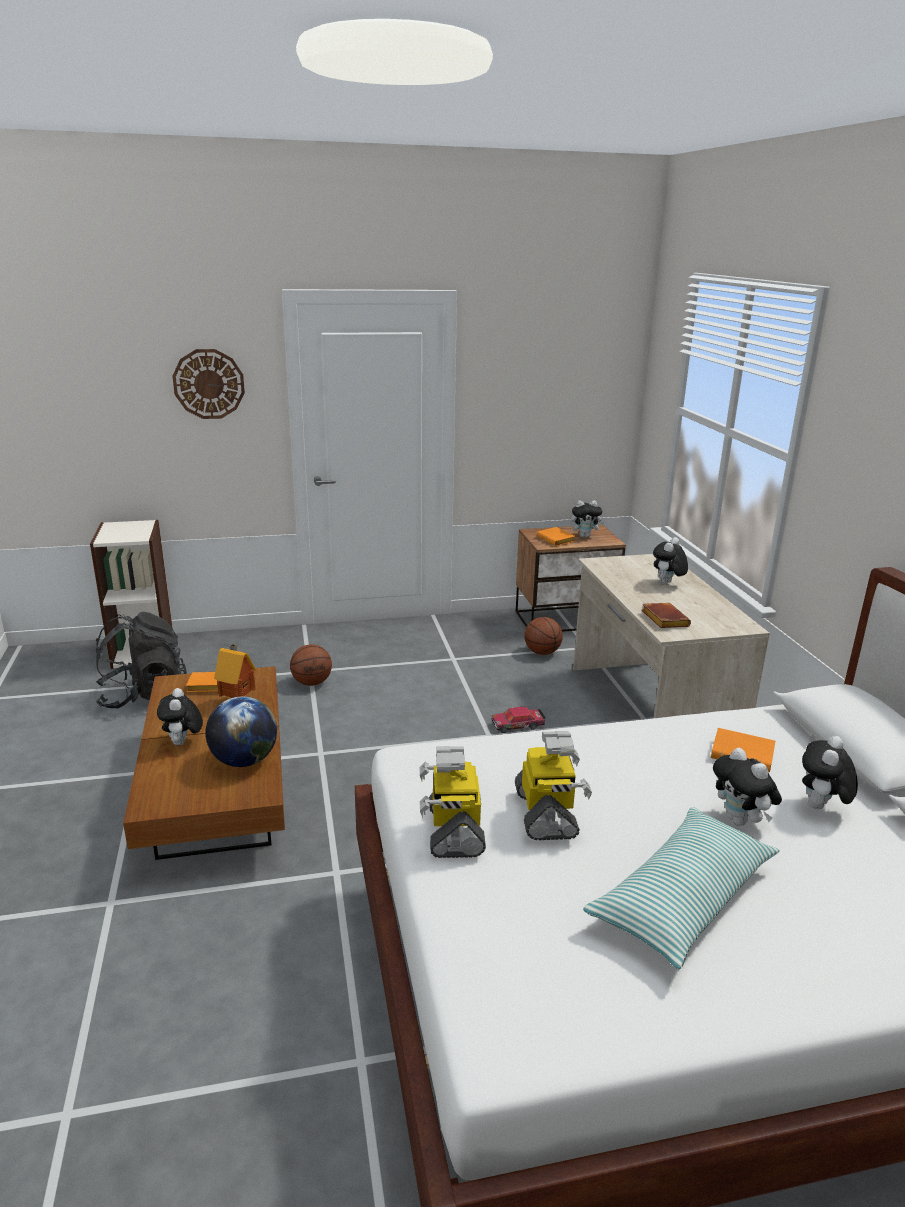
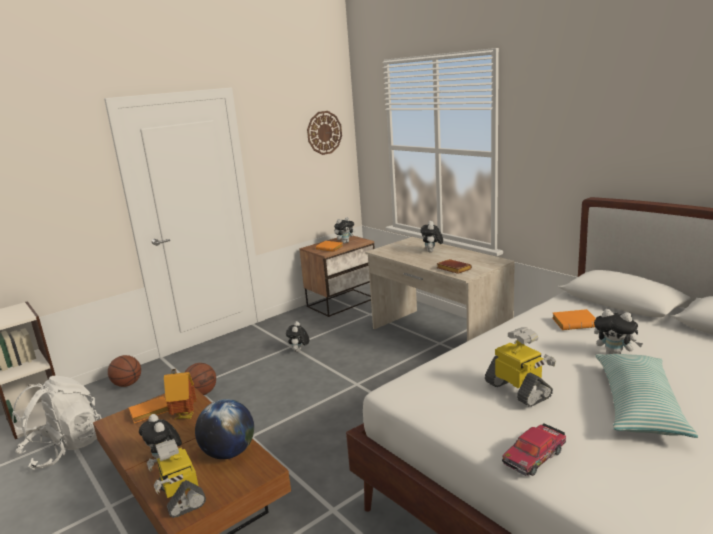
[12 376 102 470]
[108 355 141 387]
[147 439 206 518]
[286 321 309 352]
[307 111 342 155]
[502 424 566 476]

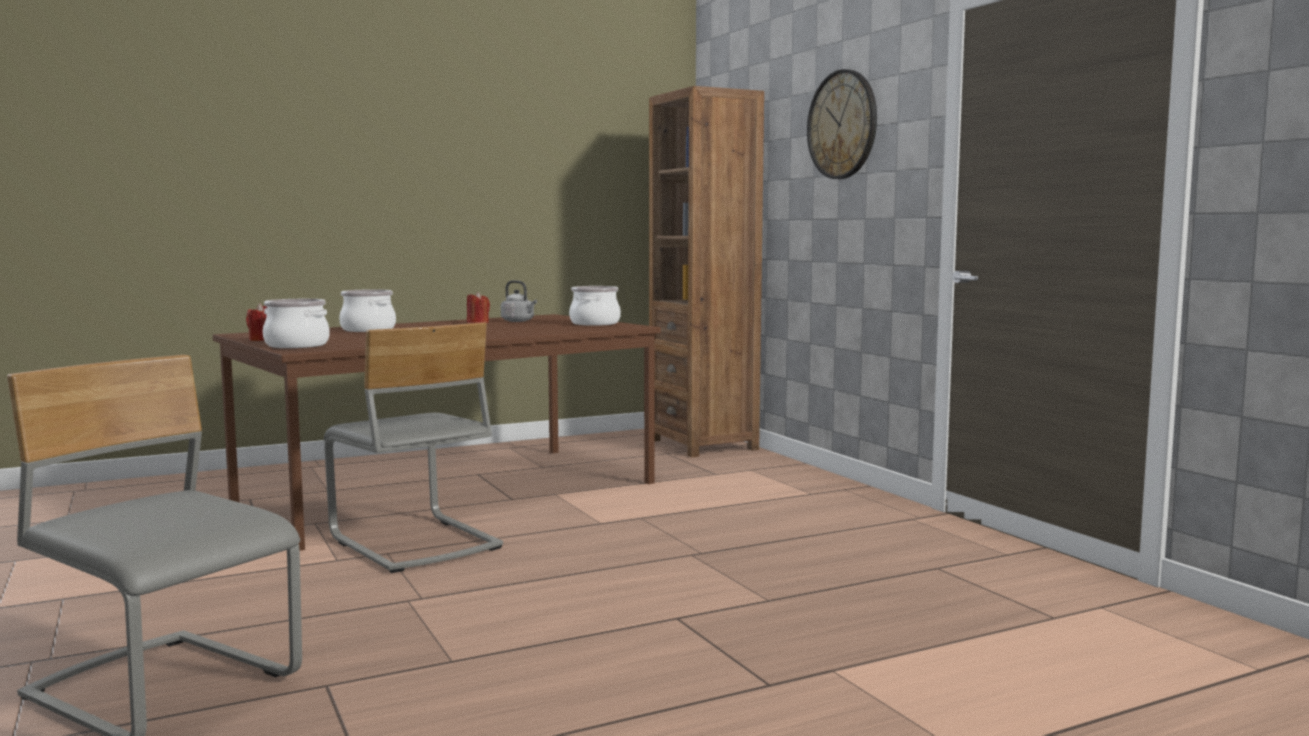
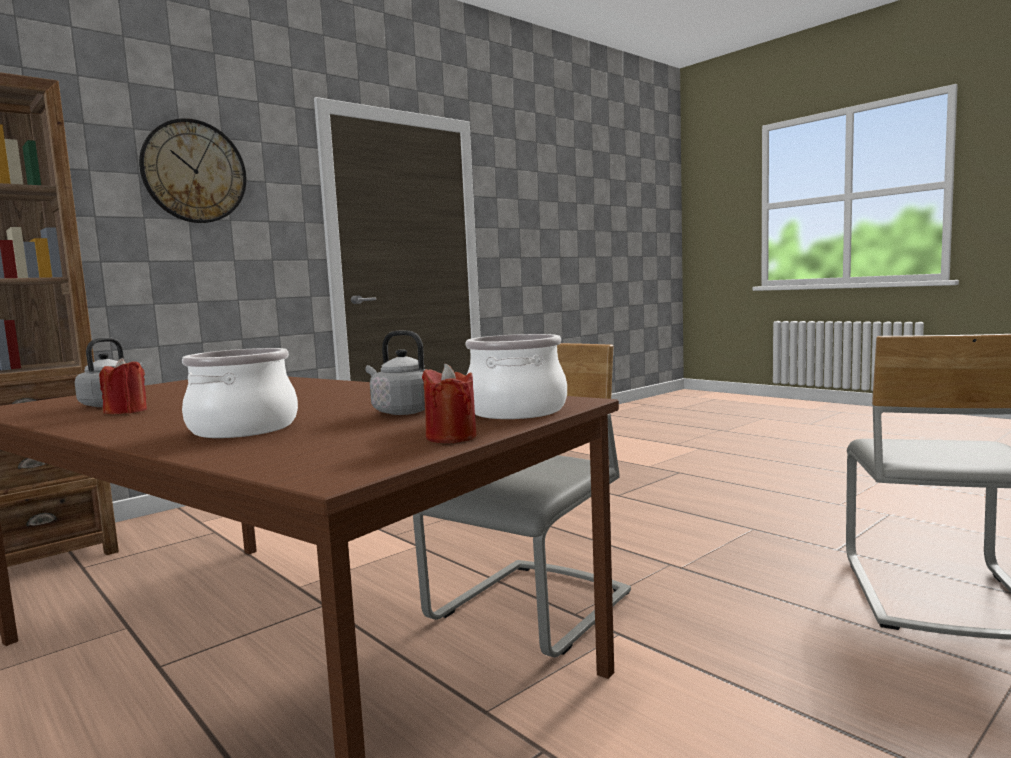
[366 330 425 415]
[569 286 621 326] (first image)

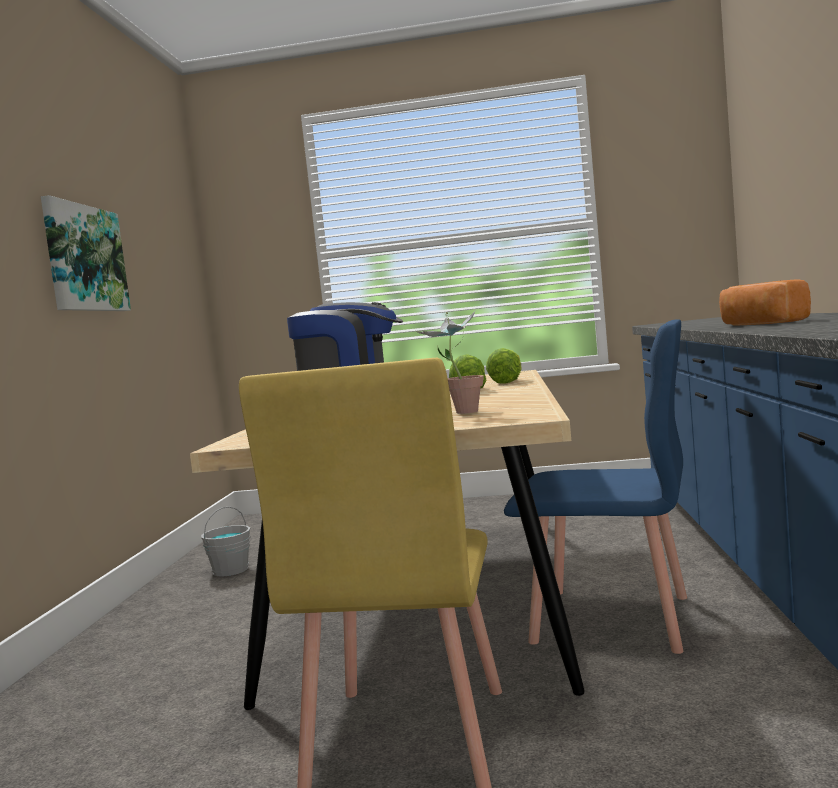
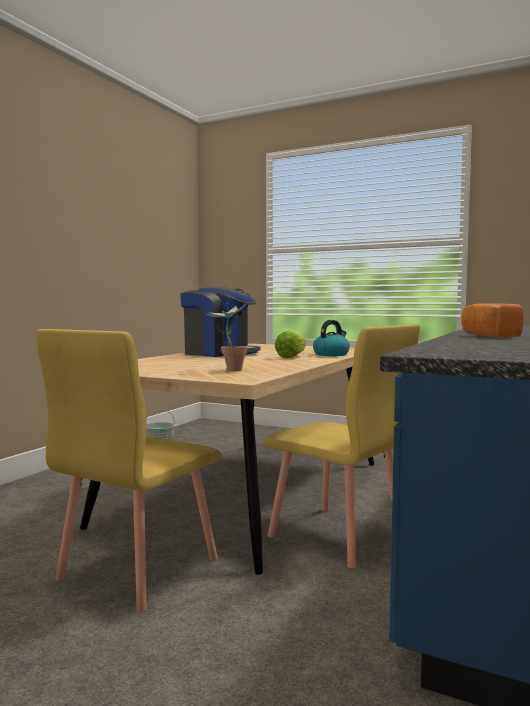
[262 325 420 568]
[313 320 350 356]
[41 195 131 311] (first image)

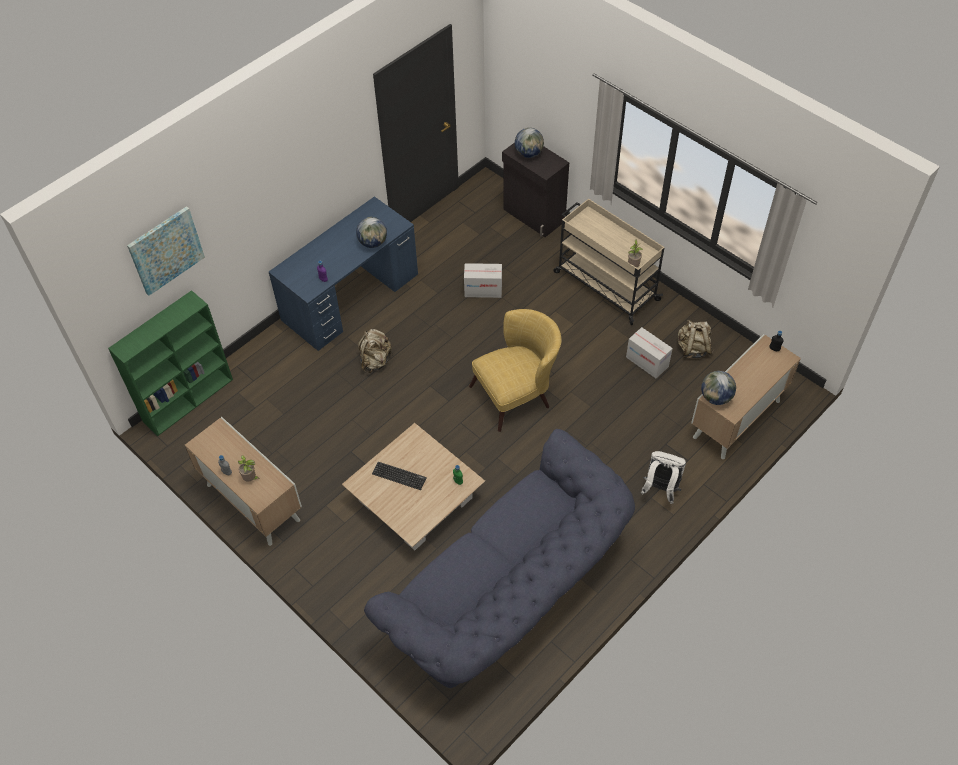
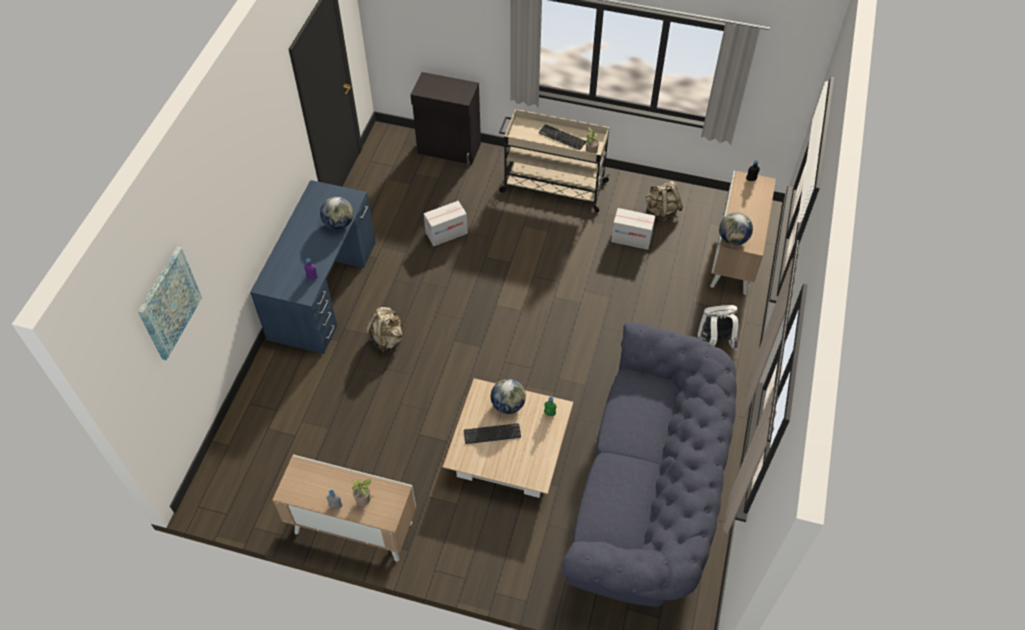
[491 379 526 414]
[538 124 586 150]
[108 290 233 436] (first image)
[469 309 562 432] (first image)

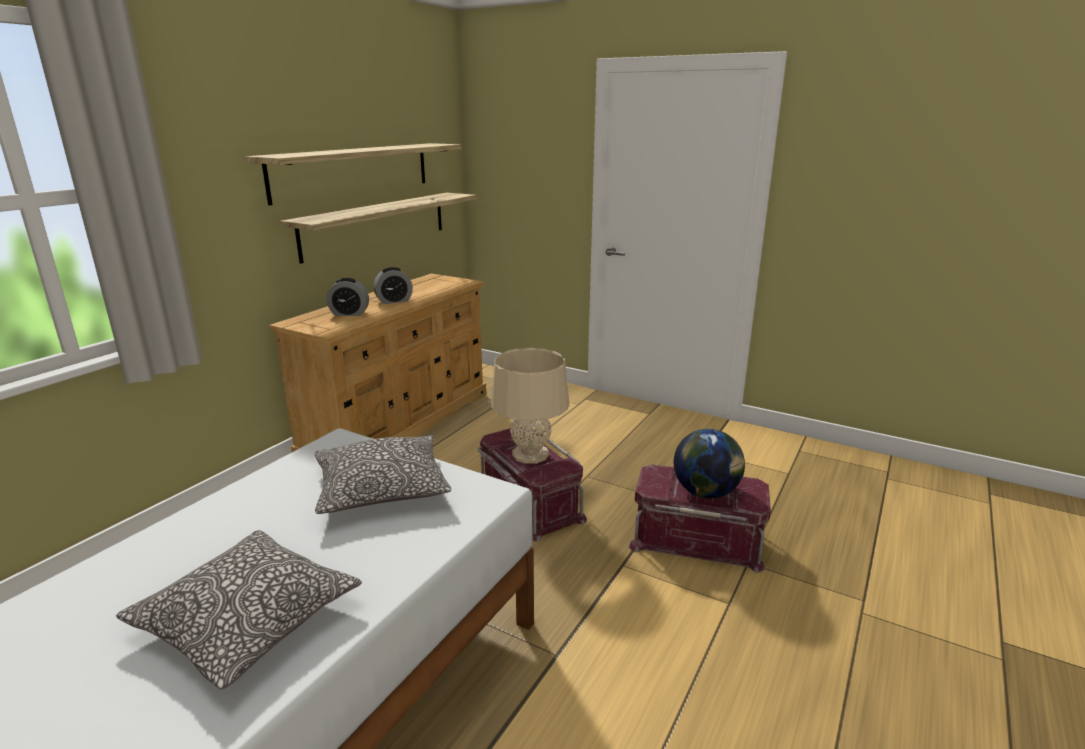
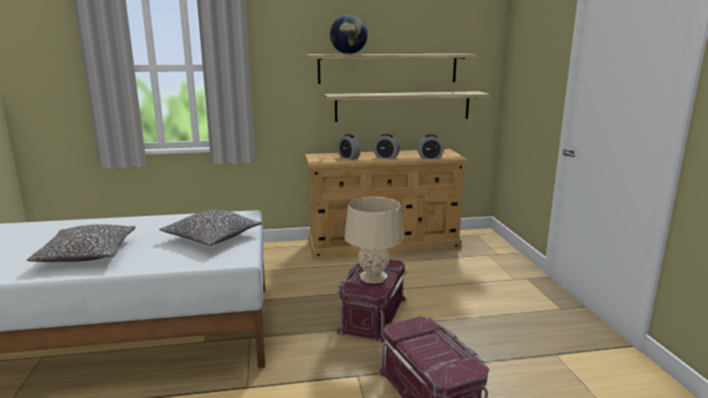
[330 15 368 54]
[417 134 444 159]

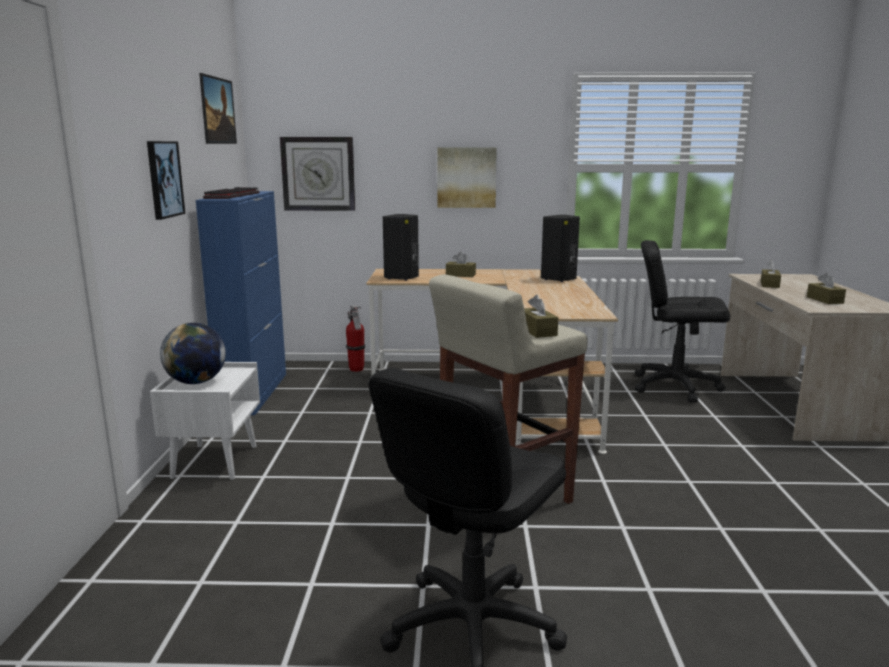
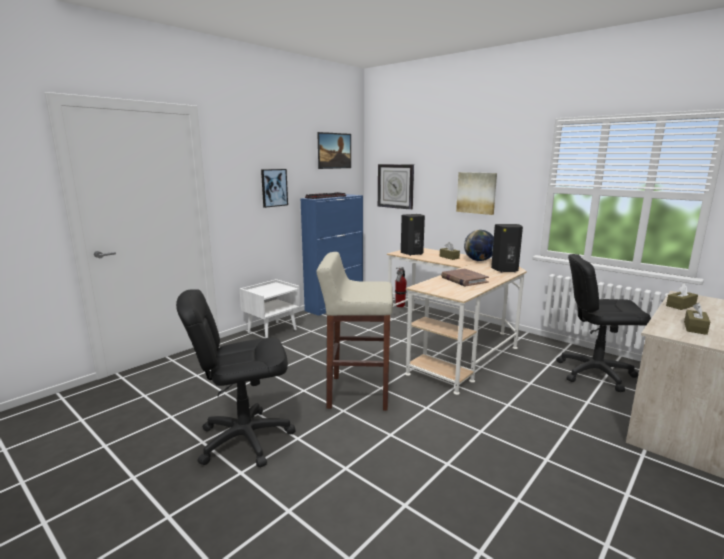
[441 269 489 287]
[464 230 494 261]
[556 254 651 392]
[524 295 558 338] (first image)

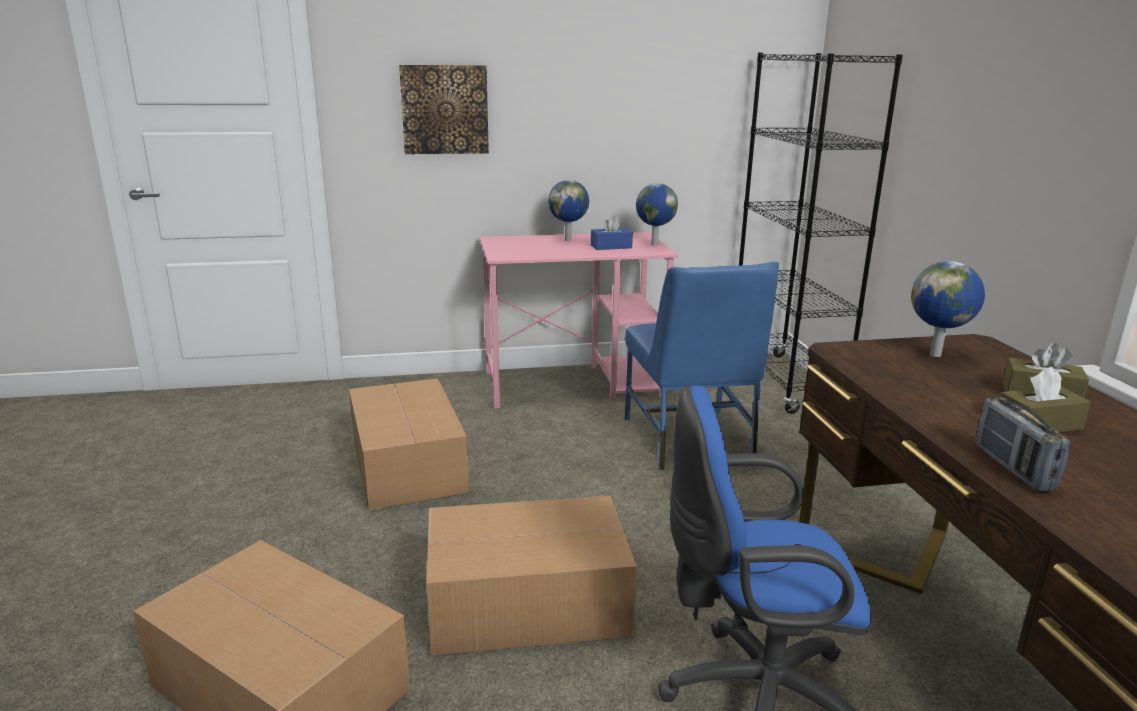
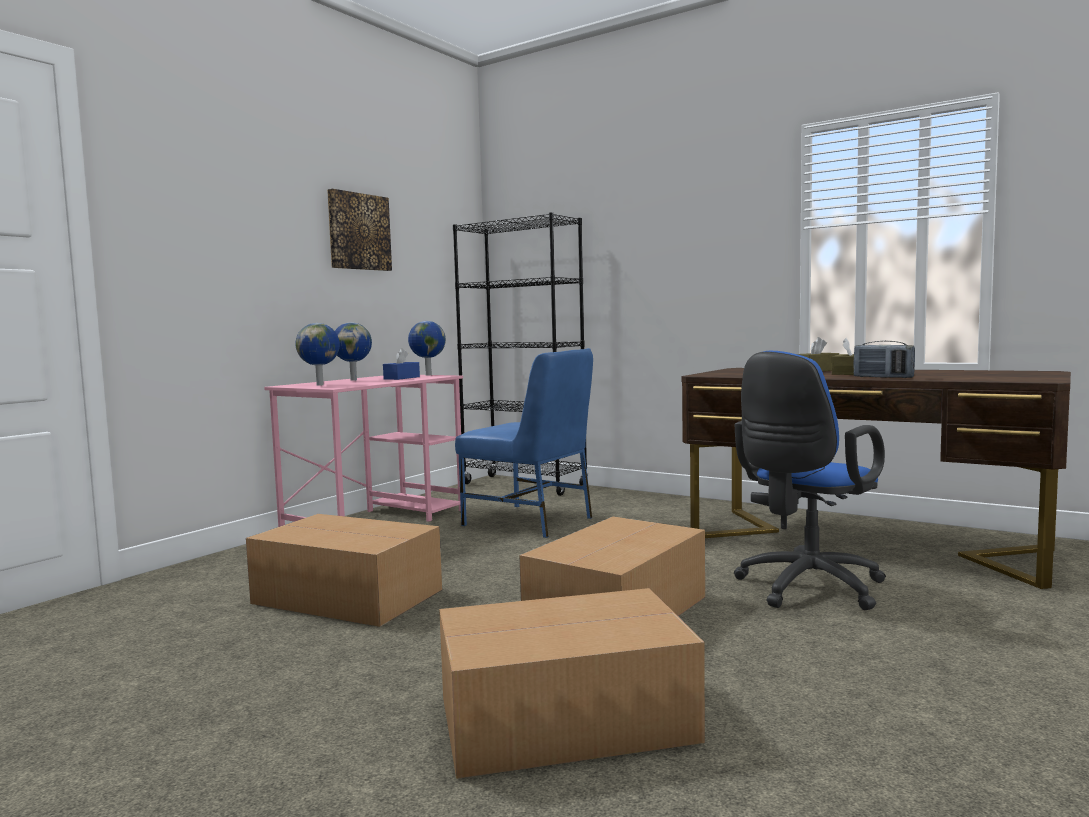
[295 323 340 386]
[327 189 392 271]

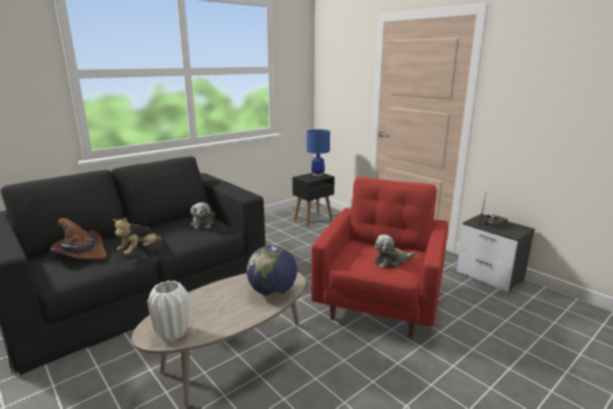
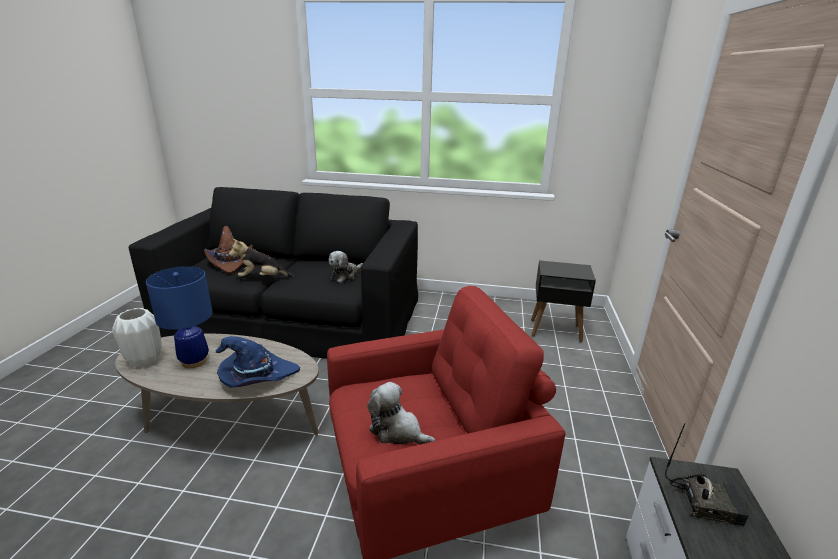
[146 266 212 368]
[215 336 300 388]

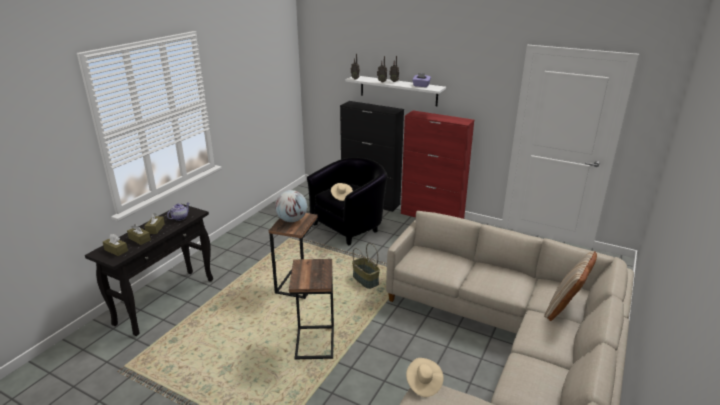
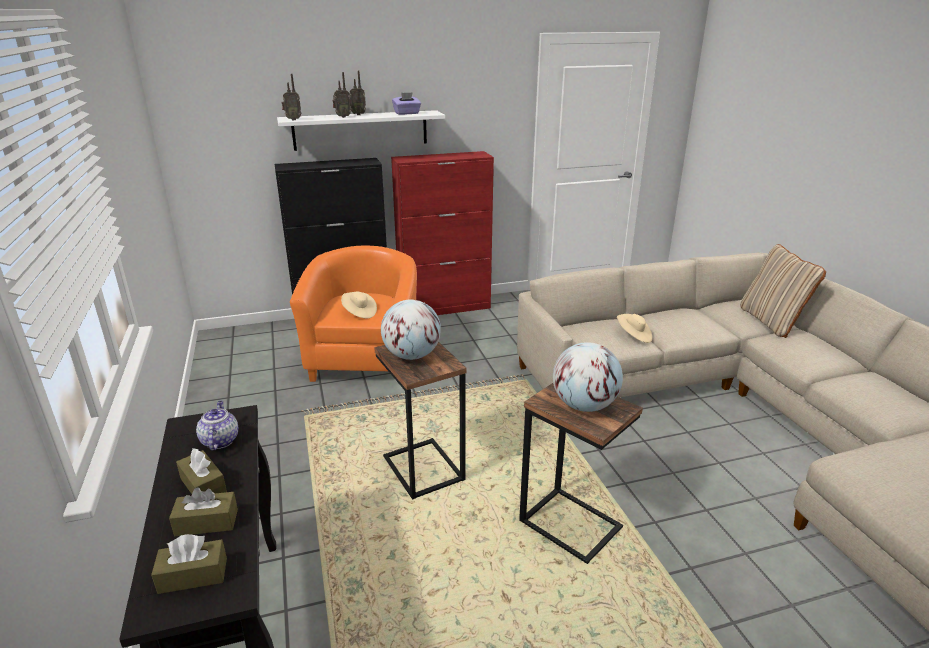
[290 246 417 382]
[553 342 623 412]
[617 314 652 343]
[352 243 380 289] (first image)

